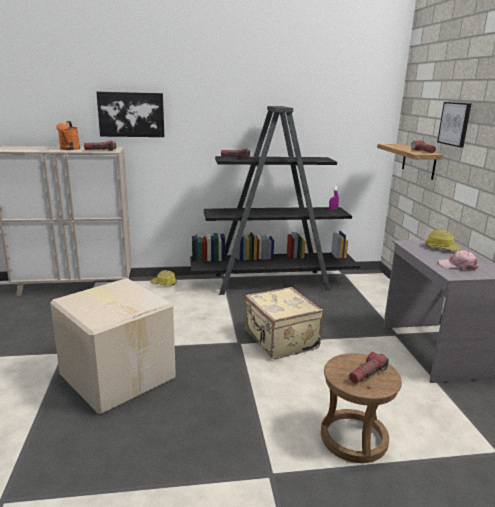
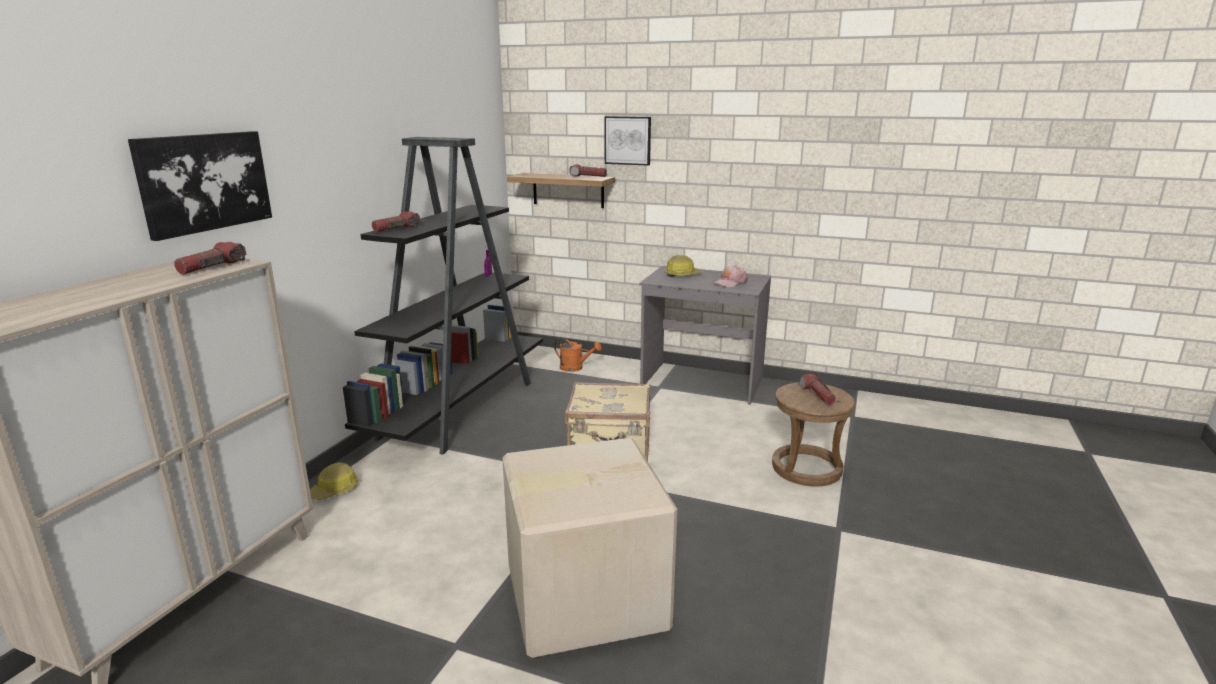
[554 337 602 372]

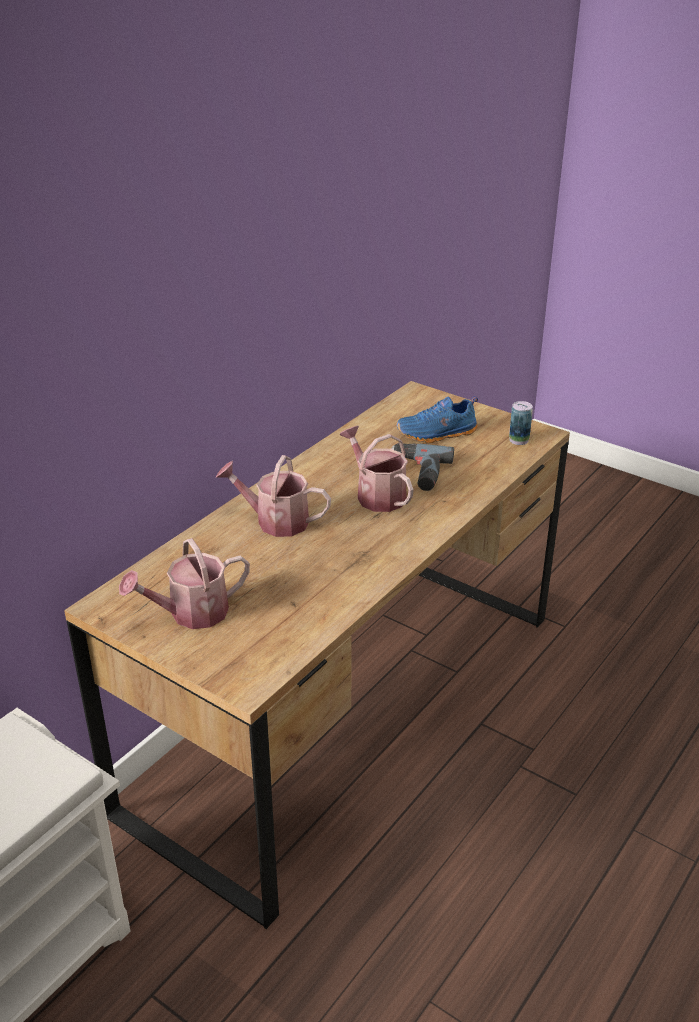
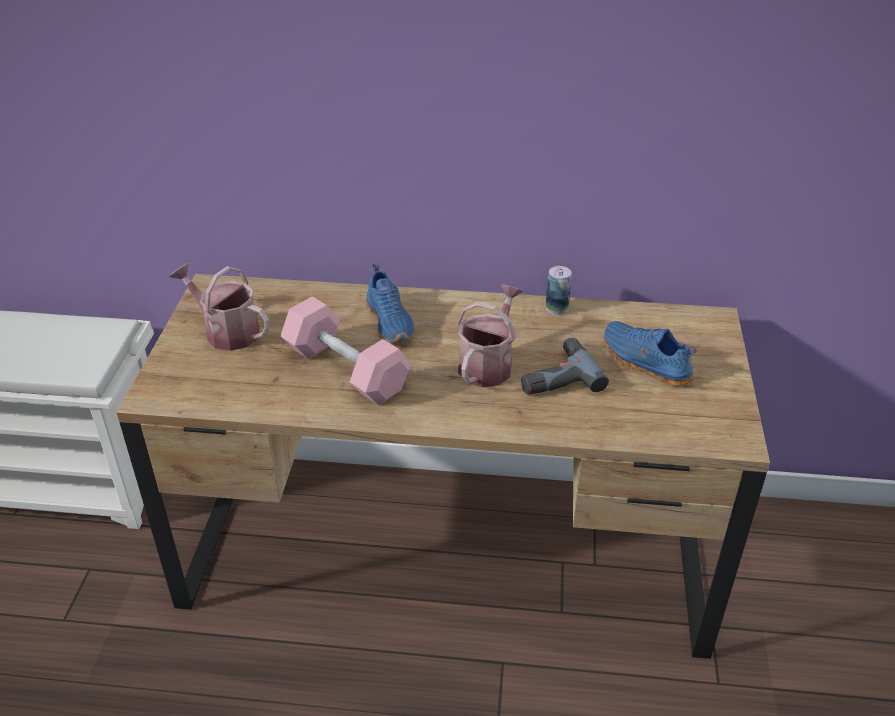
[280 296 411 406]
[365 263 415 343]
[546 266 572 315]

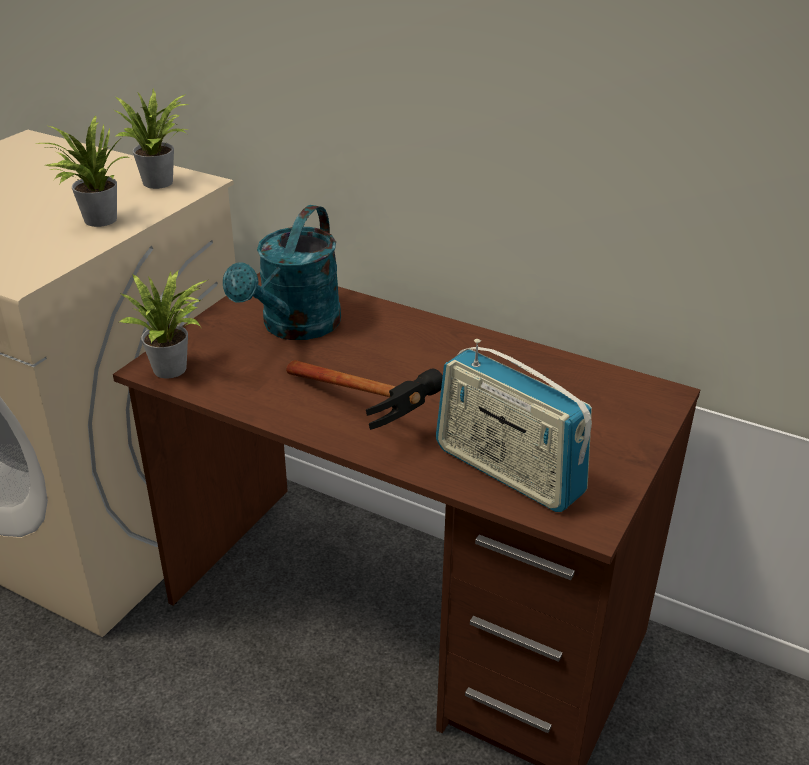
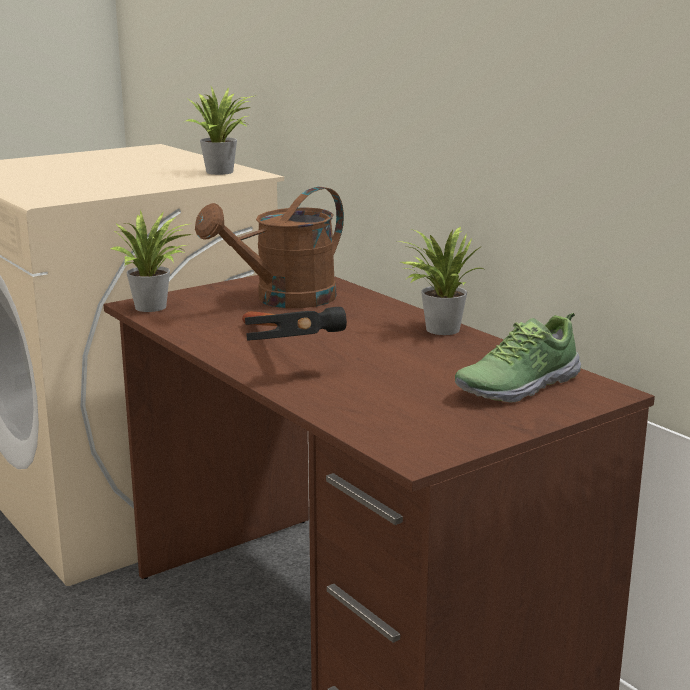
[195 187 344 308]
[397 227 486 335]
[455 313 581 402]
[436 339 592 512] (first image)

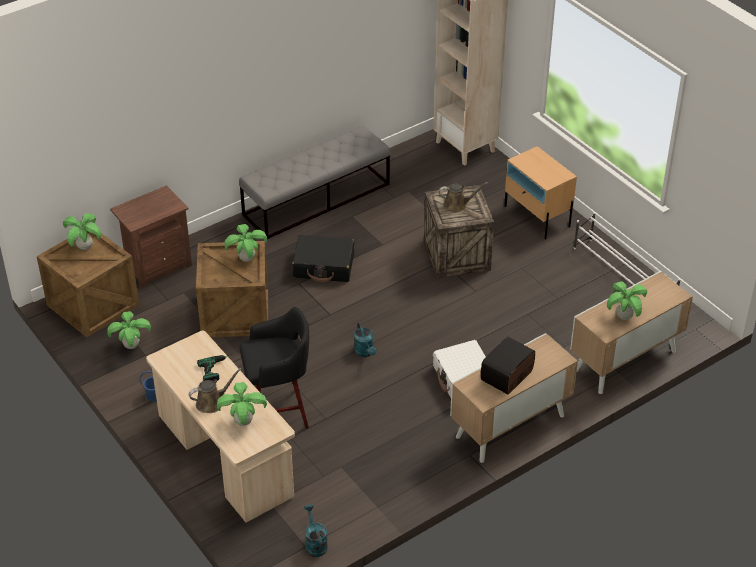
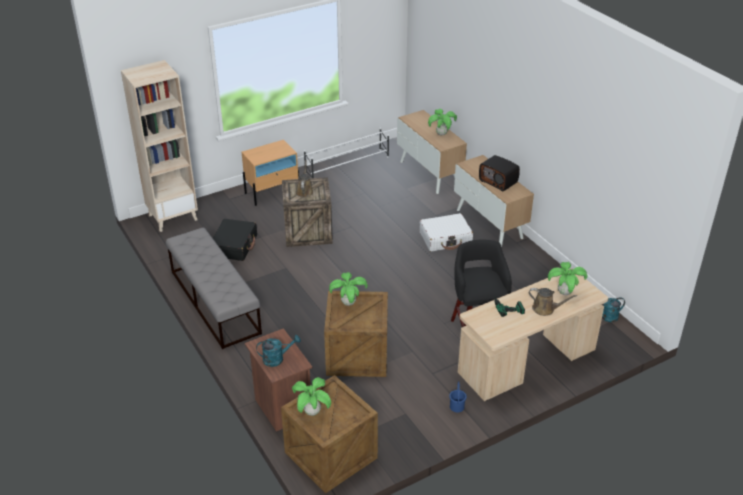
[213 219 257 261]
[256 335 301 367]
[529 288 577 316]
[107 311 151 349] (first image)

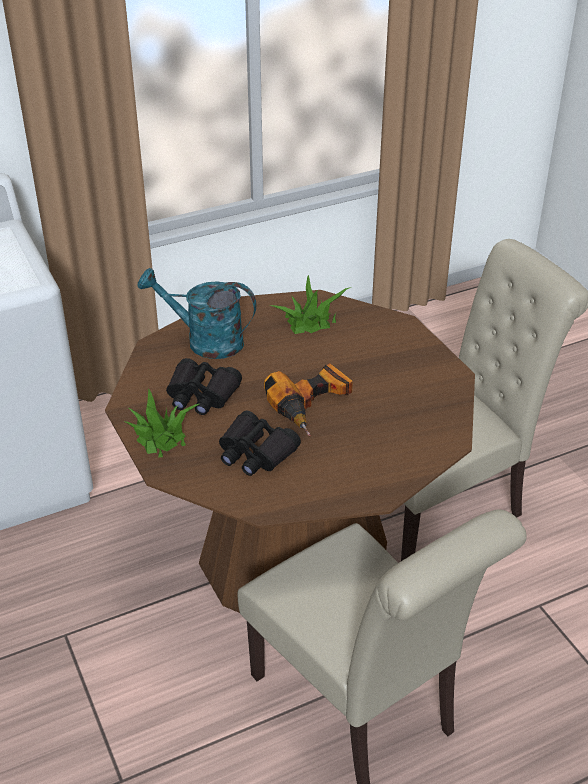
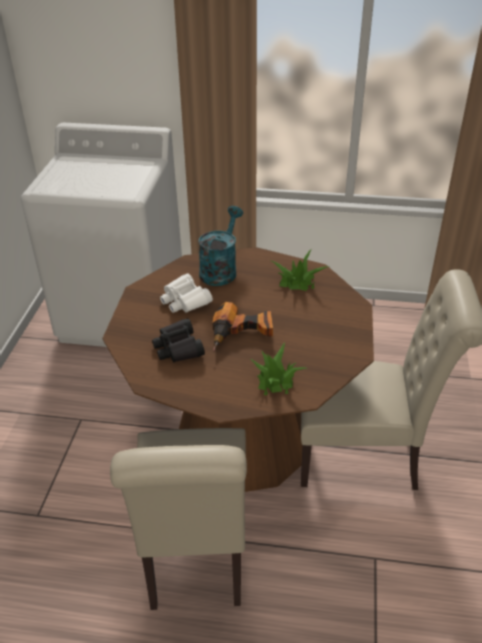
[160 273 213 313]
[198 206 243 286]
[250 342 307 396]

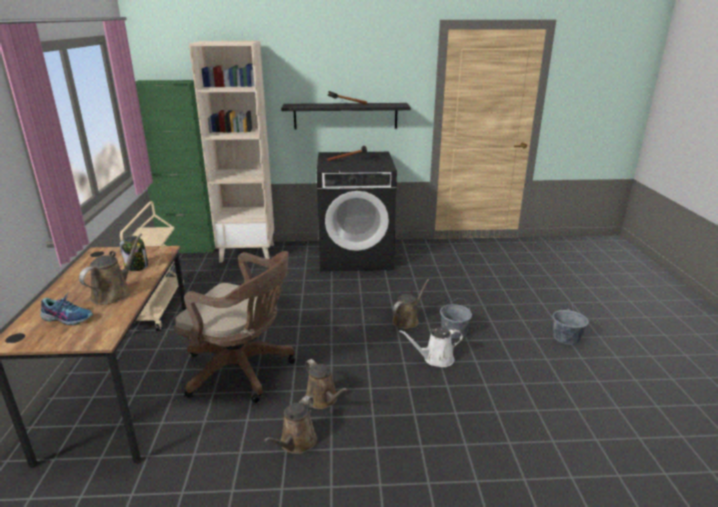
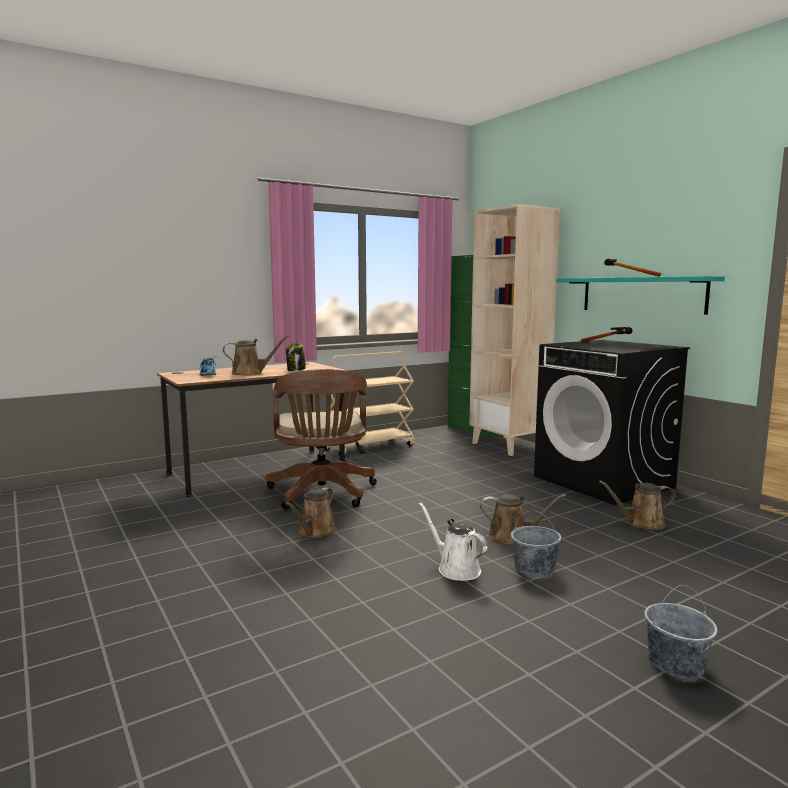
[556 276 725 315]
[599 480 675 530]

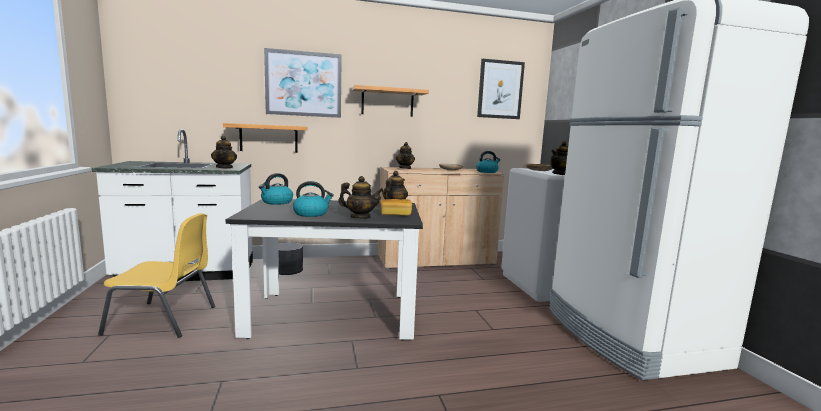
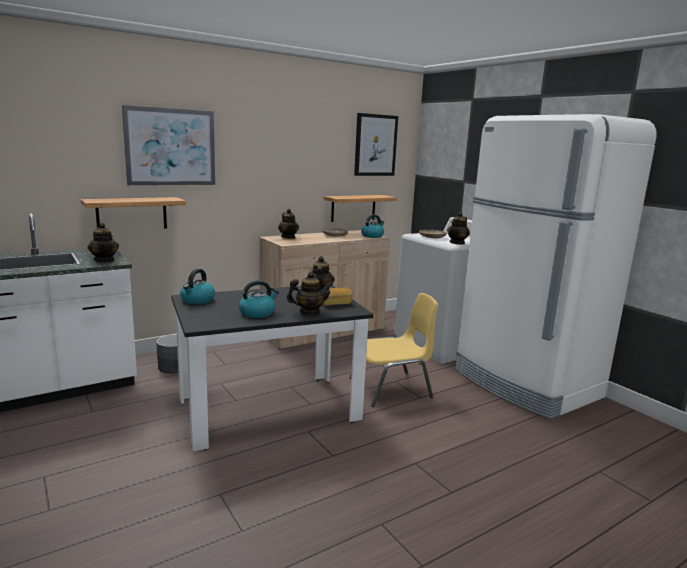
[324 195 397 222]
[349 293 438 407]

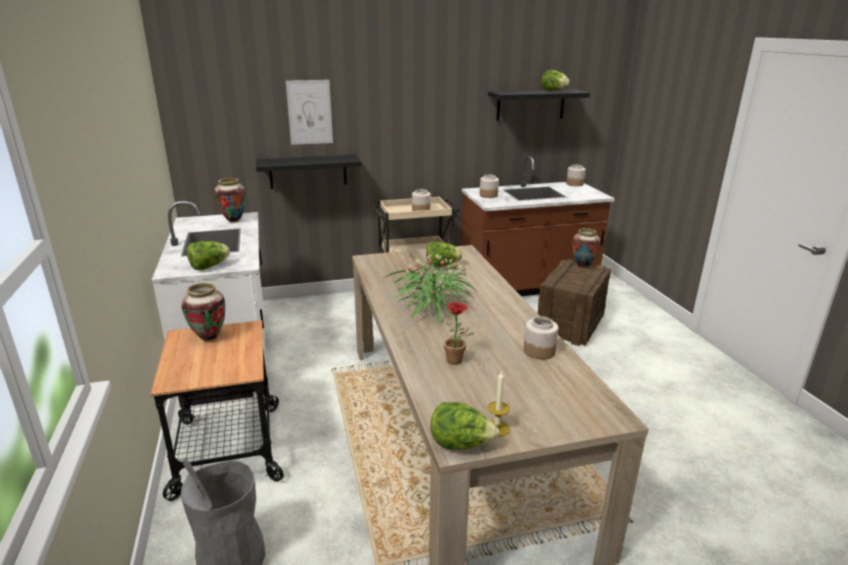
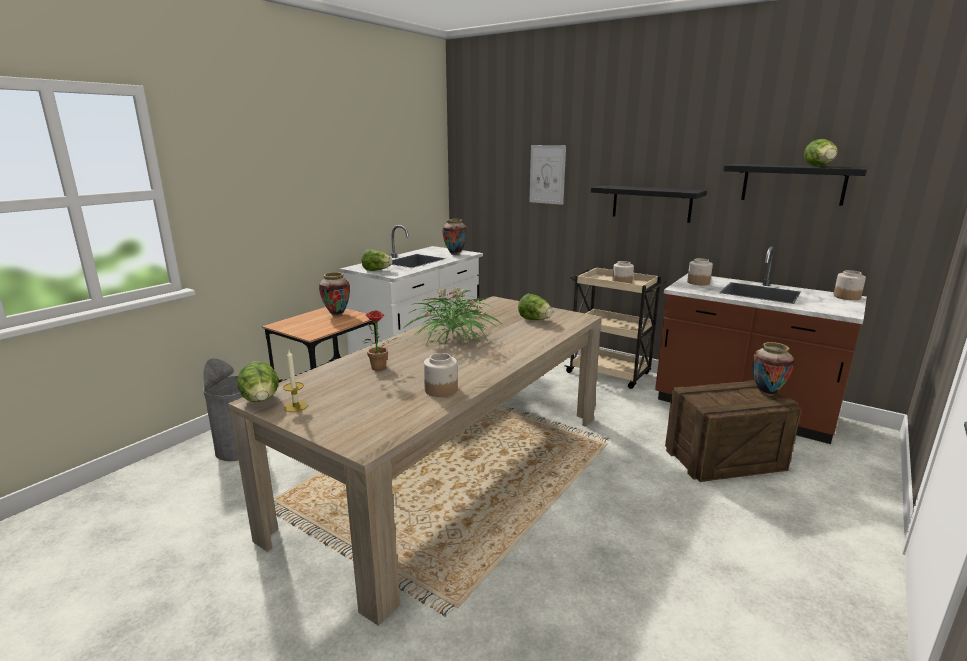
[591 185 707 223]

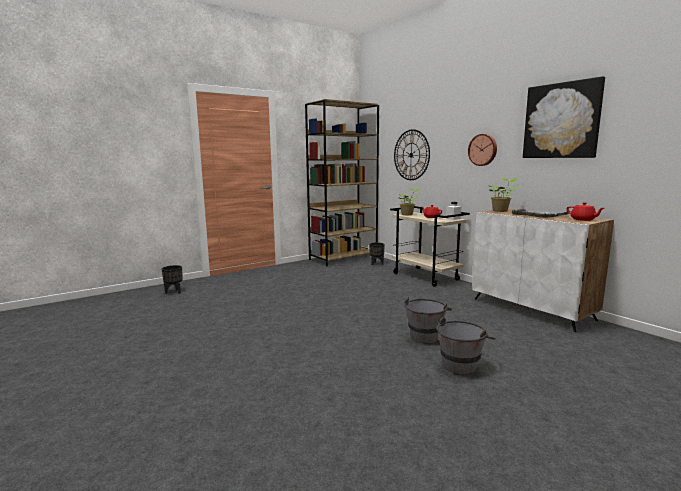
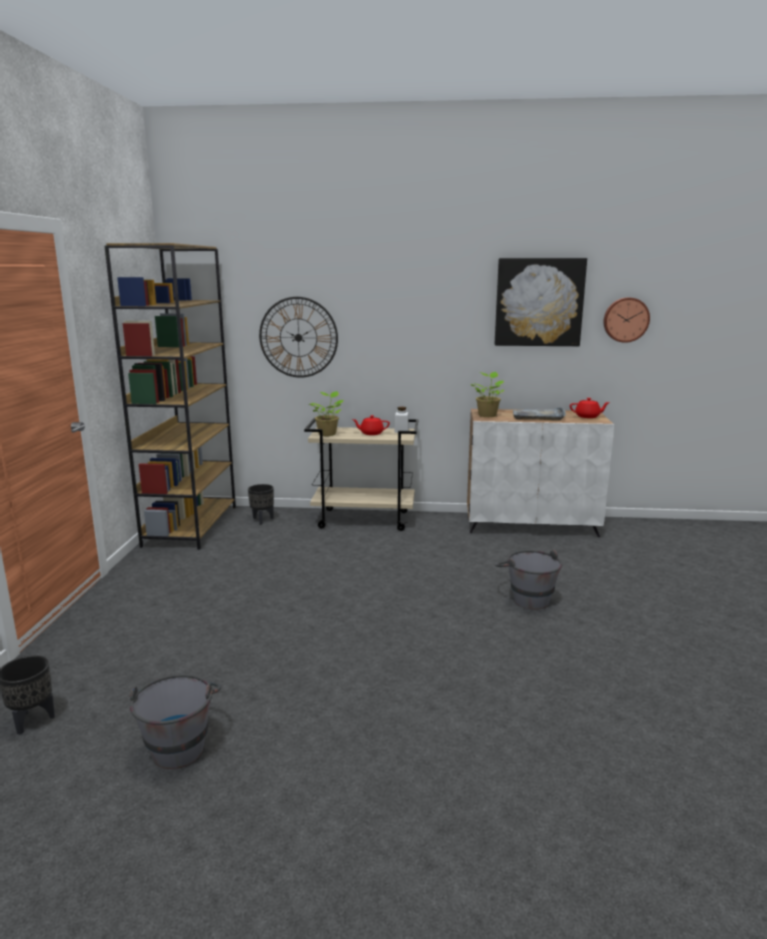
[130 674 221 769]
[603 297 650 343]

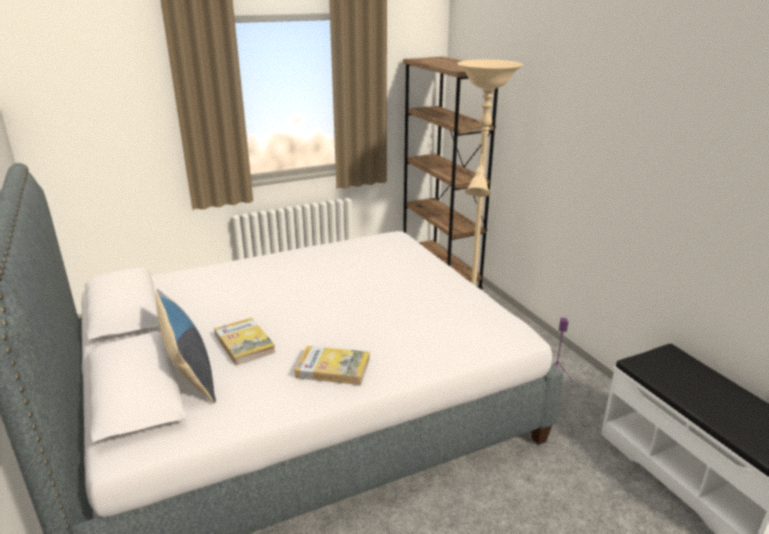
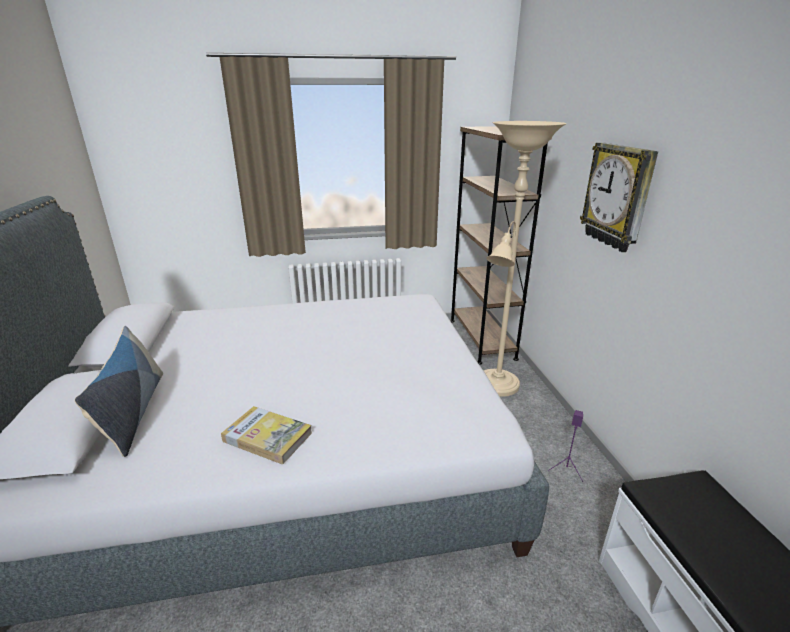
[580 142 658 252]
[214 318 276 365] (first image)

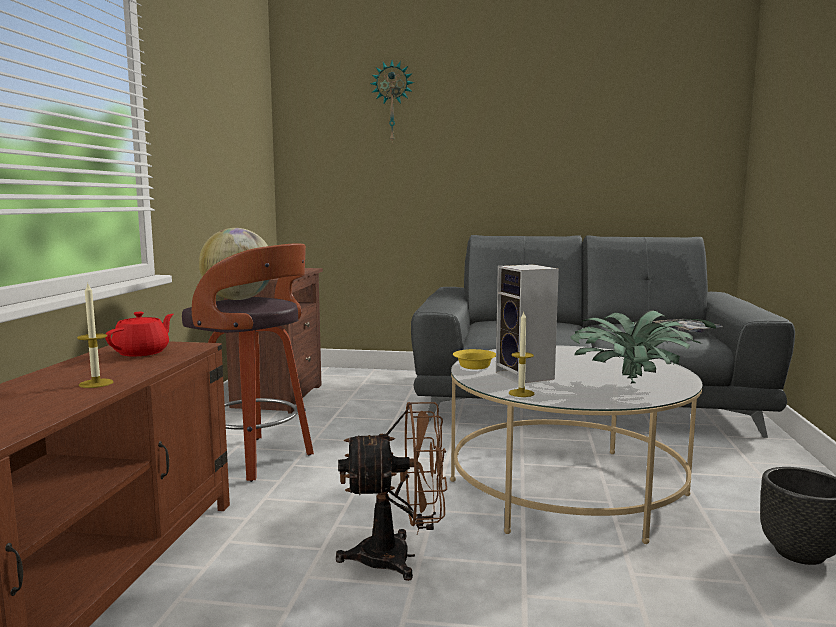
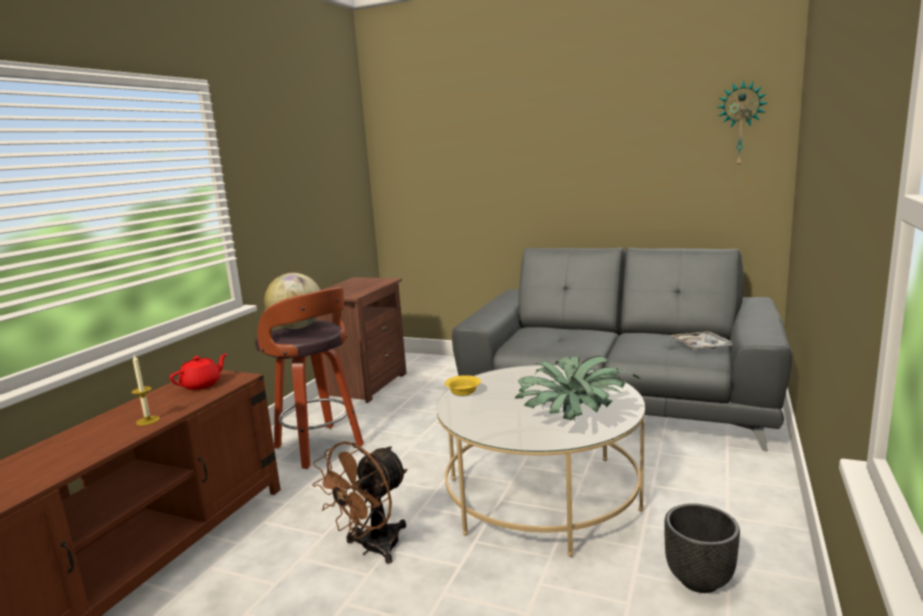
[312 441 407 564]
[718 80 767 168]
[496 264 559 384] (first image)
[509 312 535 397] (first image)

